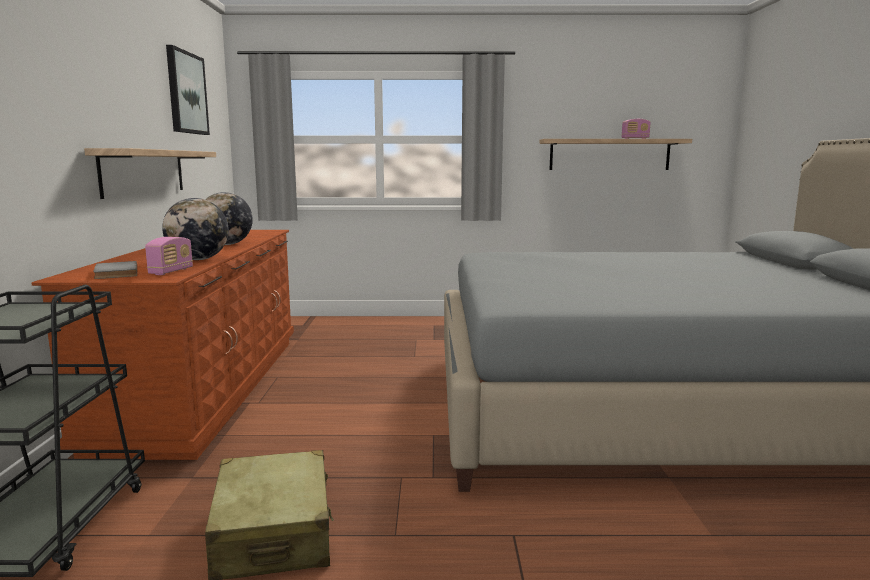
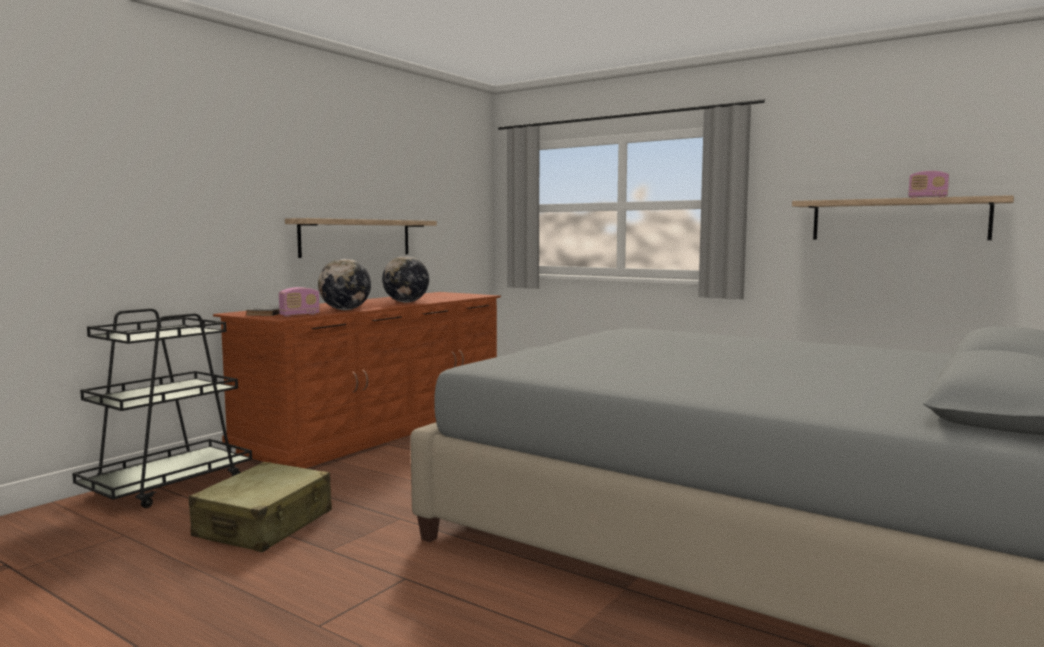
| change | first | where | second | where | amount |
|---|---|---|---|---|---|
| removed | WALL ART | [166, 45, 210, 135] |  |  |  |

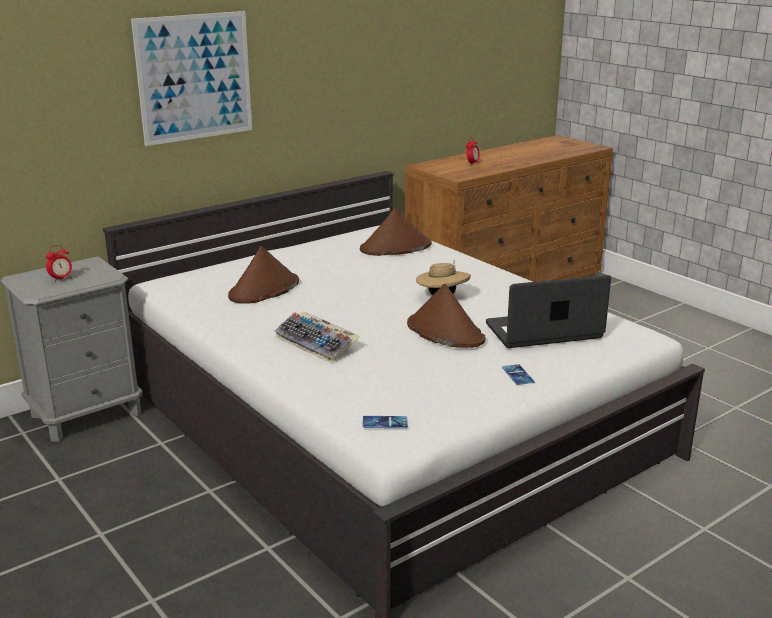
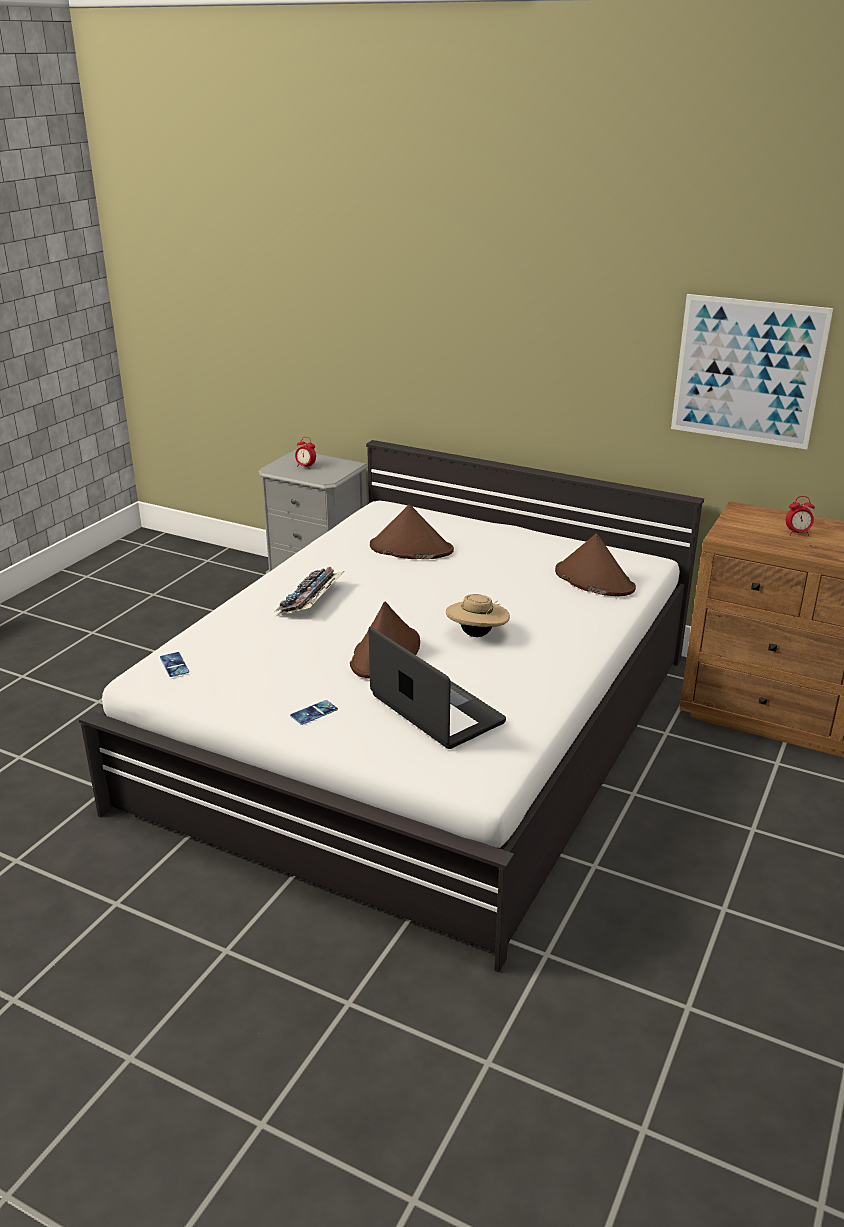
| change | first | where | second | where | amount |
|---|---|---|---|---|---|
| moved | WALL ART | [131, 11, 252, 146] |  | [671, 294, 833, 449] |  |

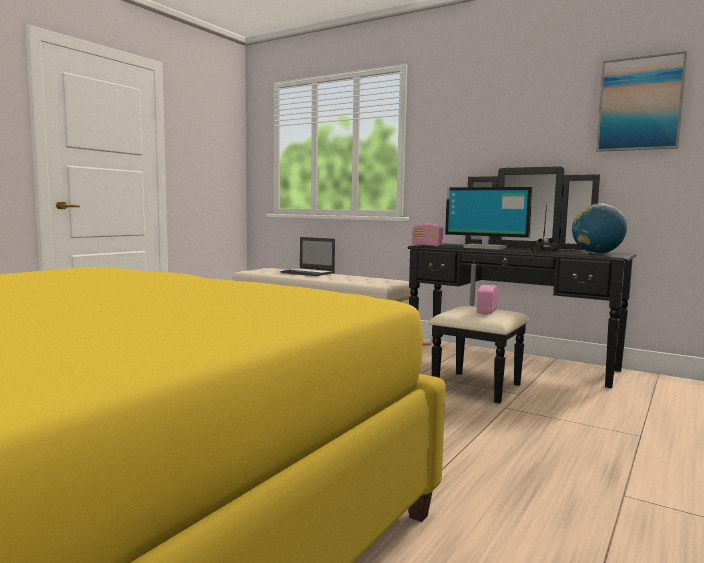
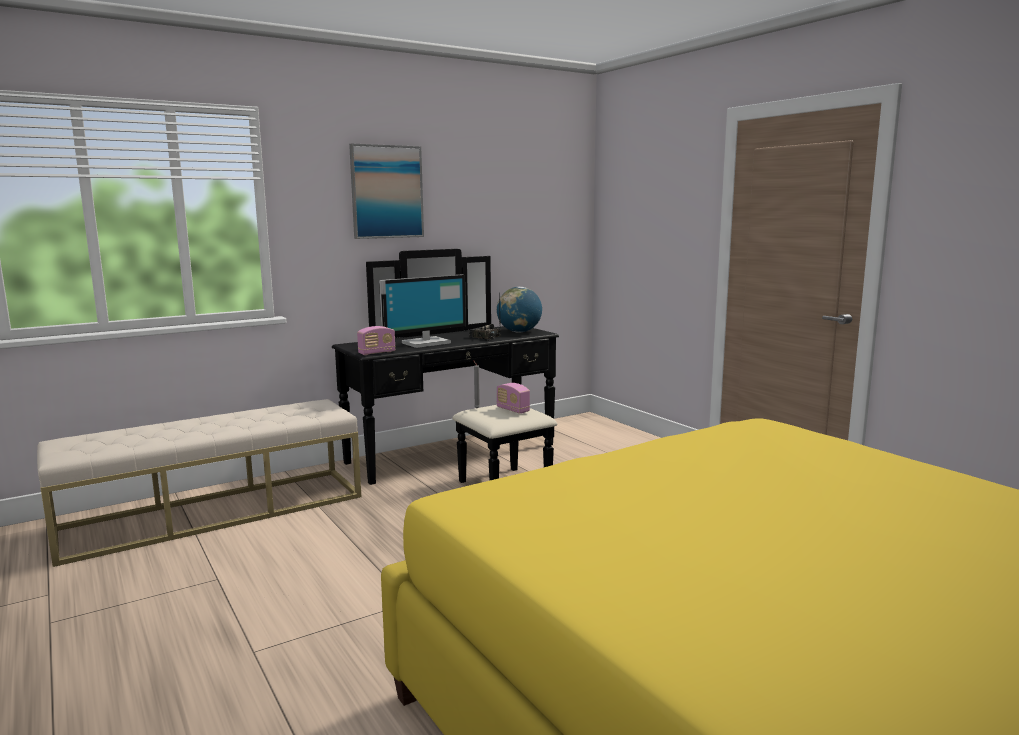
| change | first | where | second | where | amount |
|---|---|---|---|---|---|
| moved | WALL ART | [596, 51, 687, 152] |  | [349, 143, 424, 239] |  |
| removed | LAPTOP | [281, 237, 335, 276] |  |  |  |

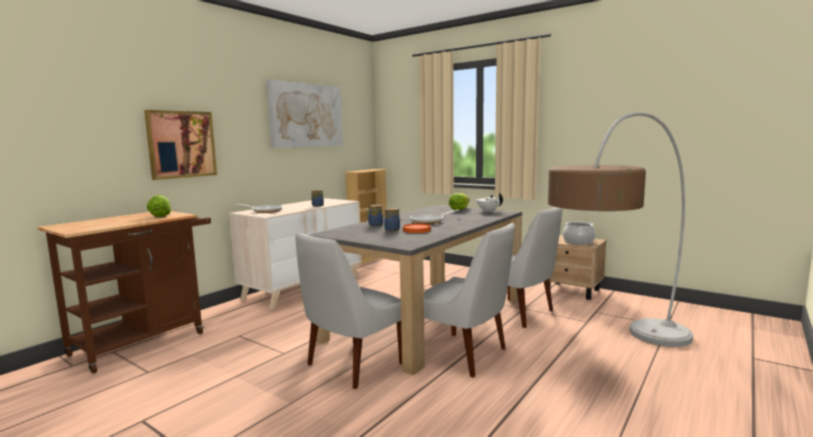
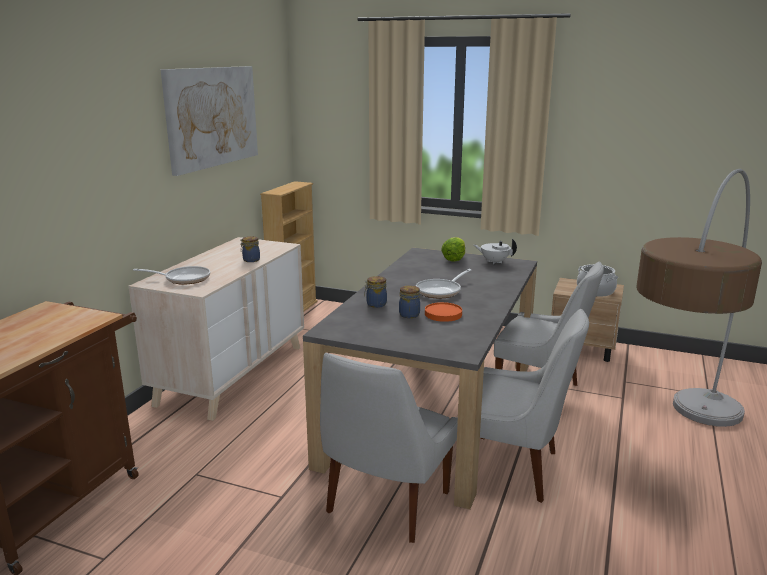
| change | first | where | second | where | amount |
|---|---|---|---|---|---|
| removed | WALL ART | [144, 110, 217, 180] |  |  |  |
| removed | LETTUCE HEAD | [147, 195, 171, 217] |  |  |  |

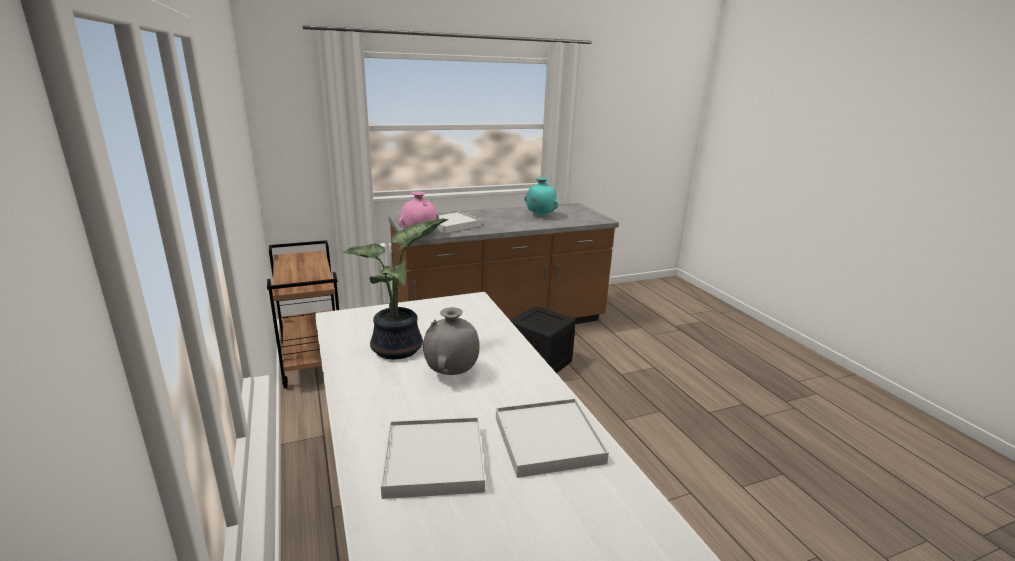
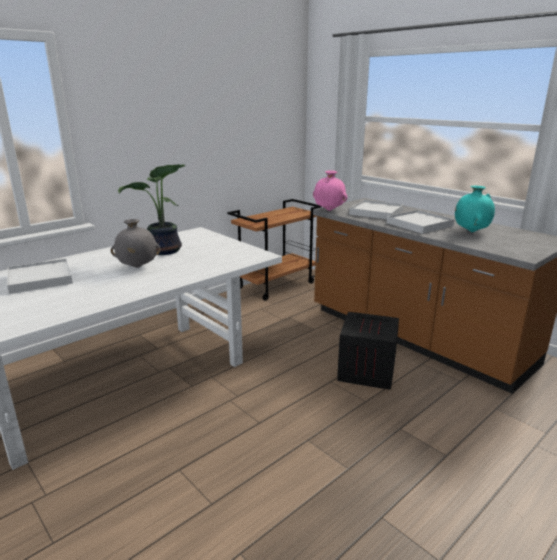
| change | first | where | second | where | amount |
|---|---|---|---|---|---|
| moved | WHITISH SERVING TRAY | [496, 398, 609, 478] |  | [387, 210, 455, 234] |  |

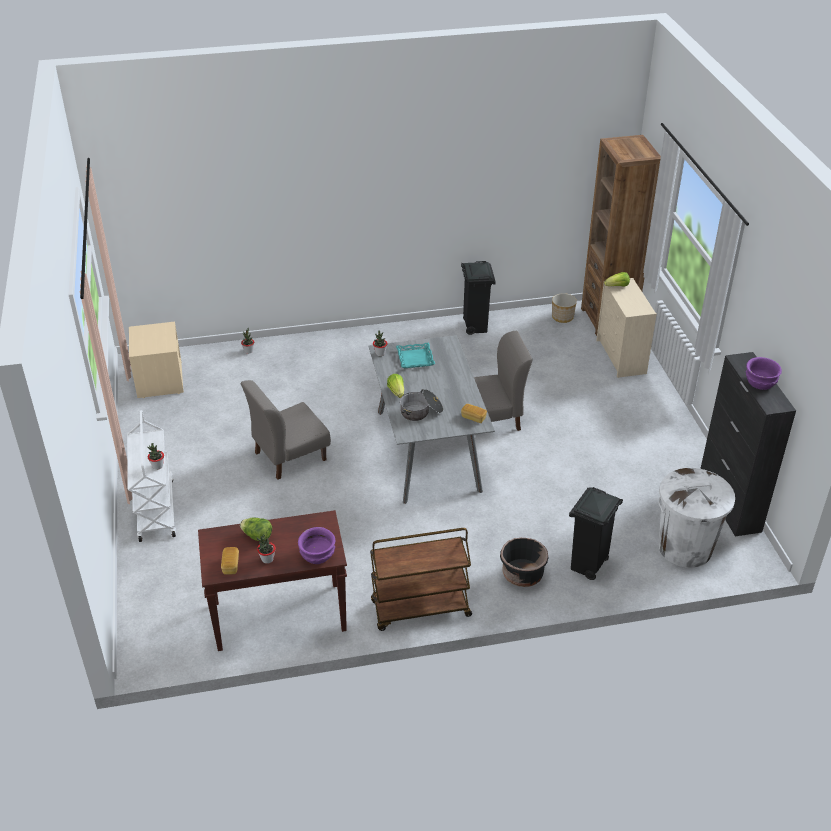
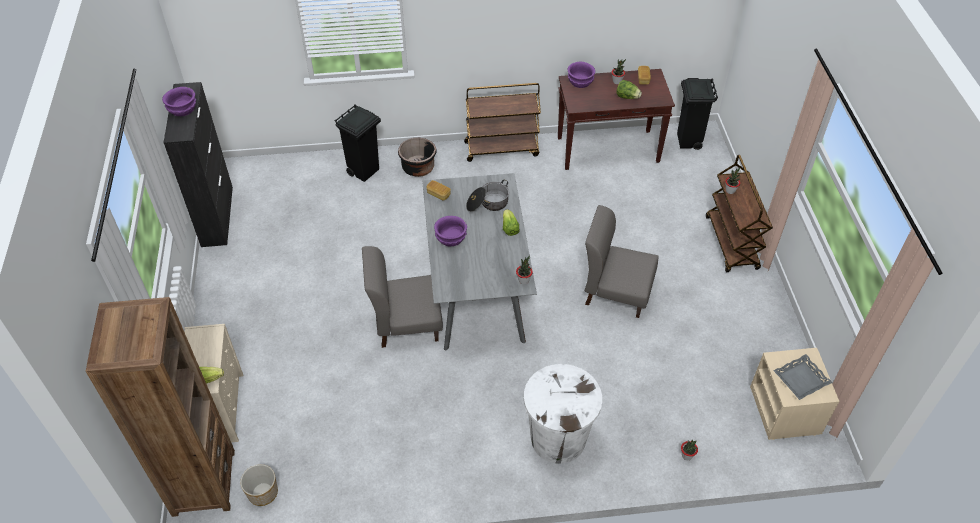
| change | first | where | second | where | amount |
|---|---|---|---|---|---|
| moved | BLACKISH WASTE BIN | [461, 261, 496, 335] |  | [677, 78, 718, 150] |  |
| removed | TURQUOISE SERVING TRAY | [396, 343, 435, 368] |  |  |  |
| turned | GREY CHAIR | [240, 380, 331, 480] |  | [585, 205, 659, 318] | 135 degrees counterclockwise |
| recoloured | WHITISH WHEELED CART | [127, 410, 176, 542] | BROWN-COLOURED WHEELED CART | [706, 155, 773, 272] |  |
| moved | WHITISH WASTE BIN | [659, 468, 735, 568] |  | [524, 364, 602, 464] |  |
| added |  |  | PURPLE BOWL | [434, 216, 467, 246] |  |
| added |  |  | GREY SERVING TRAY | [773, 354, 833, 400] |  |

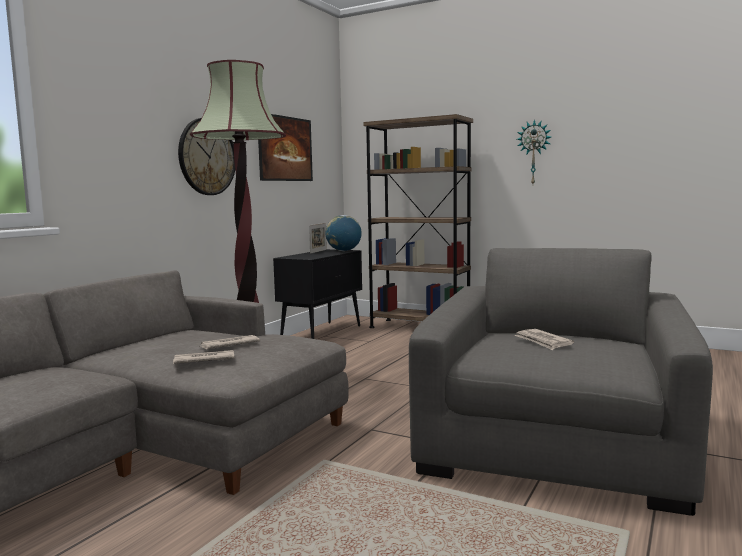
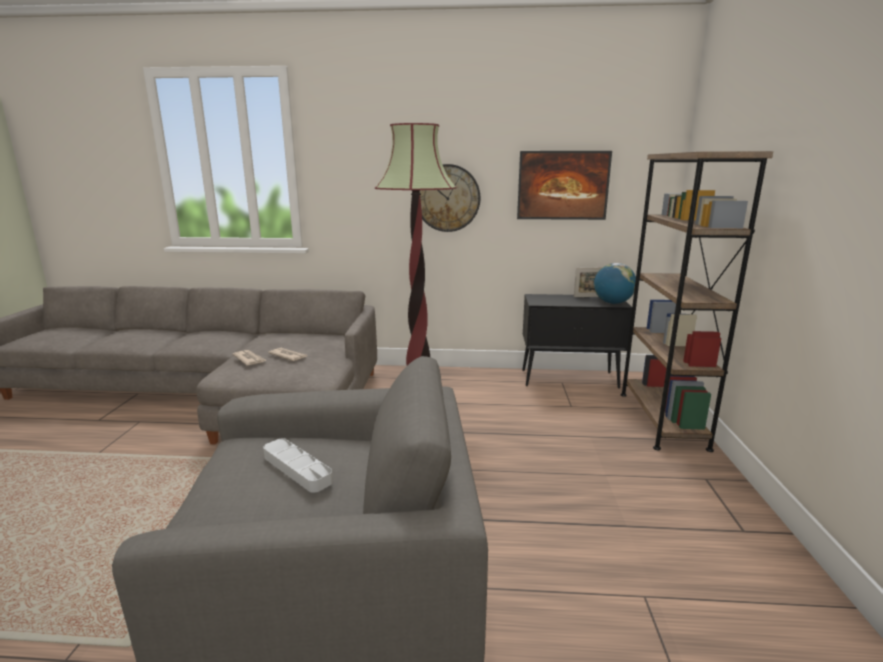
| change | first | where | second | where | amount |
|---|---|---|---|---|---|
| removed | WALL CLOCK | [517, 119, 551, 184] |  |  |  |
| replaced | DAILY PAPER | [514, 329, 574, 350] | GREY SERVING TRAY | [263, 438, 333, 493] |  |

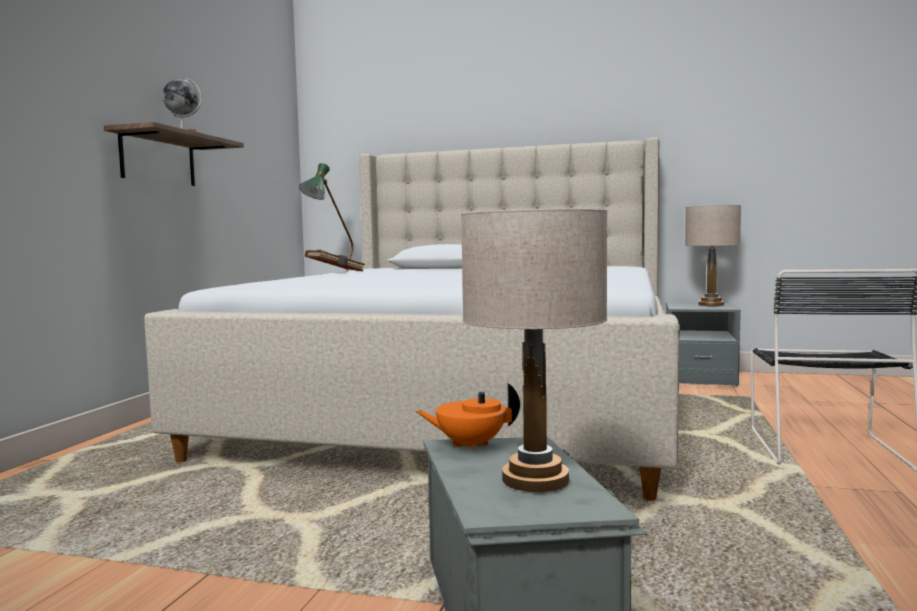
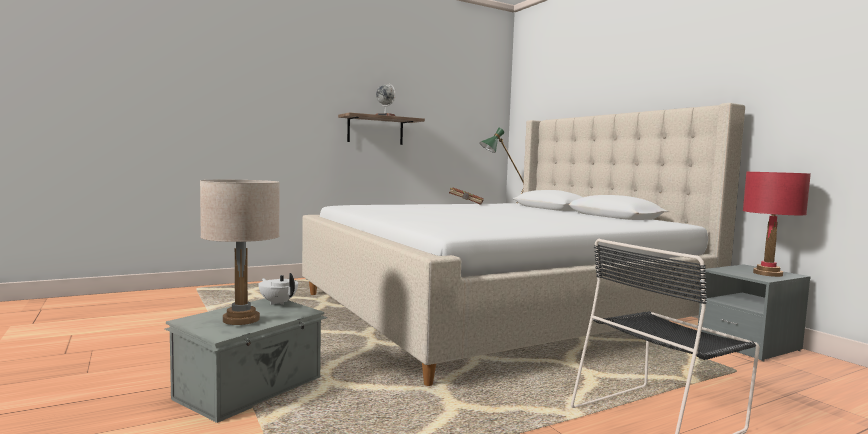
| change | first | where | second | where | amount |
|---|---|---|---|---|---|
| recoloured | BEIGE TABLE LAMP | [685, 205, 741, 306] | RED-COLOURED TABLE LAMP | [743, 172, 811, 277] |  |
| recoloured | ORANGEY TEA POT | [416, 383, 520, 451] | WHITISH TEA POT | [258, 273, 298, 305] |  |

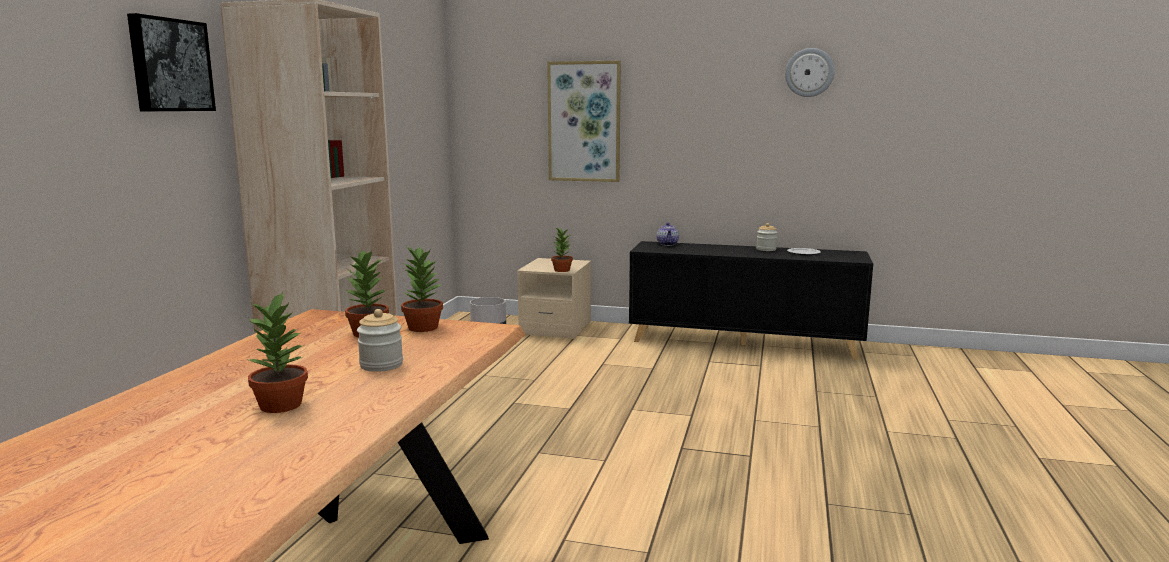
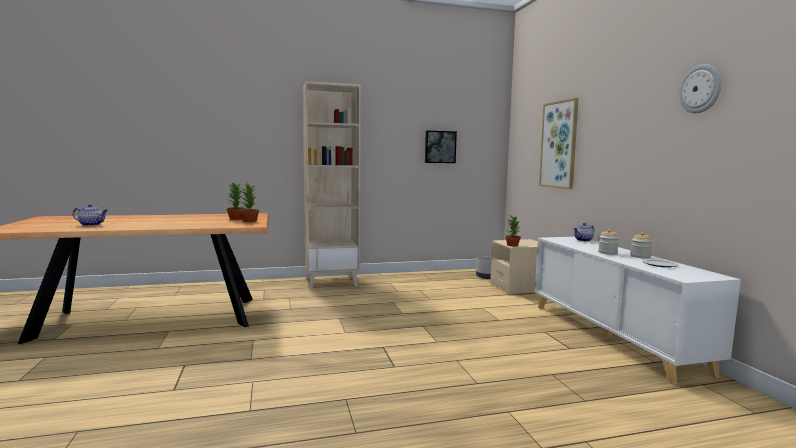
| change | first | where | second | where | amount |
|---|---|---|---|---|---|
| moved | WALL ART | [127, 13, 216, 111] |  | [425, 131, 457, 163] |  |
| recoloured | BLACKISH STORAGE CABINET | [629, 241, 873, 360] | WHITISH STORAGE CABINET | [535, 237, 741, 384] |  |
| removed | POTTED PLANT | [246, 292, 308, 413] |  |  |  |
| moved | JAR | [357, 309, 403, 372] |  | [598, 229, 619, 255] |  |
| added |  |  | TEA POT | [73, 204, 108, 226] |  |

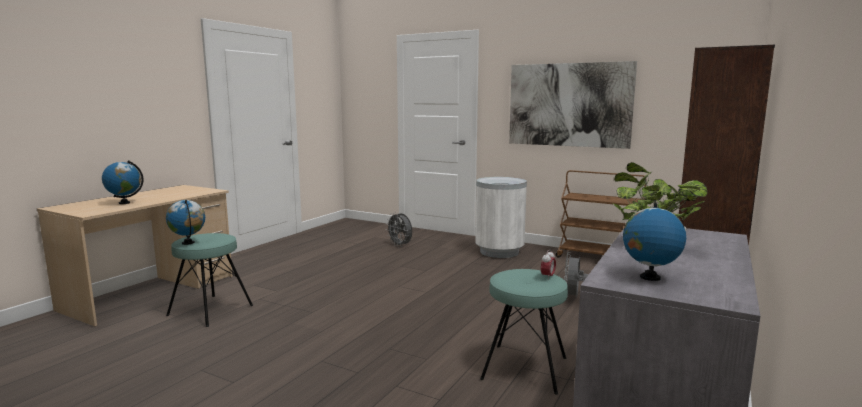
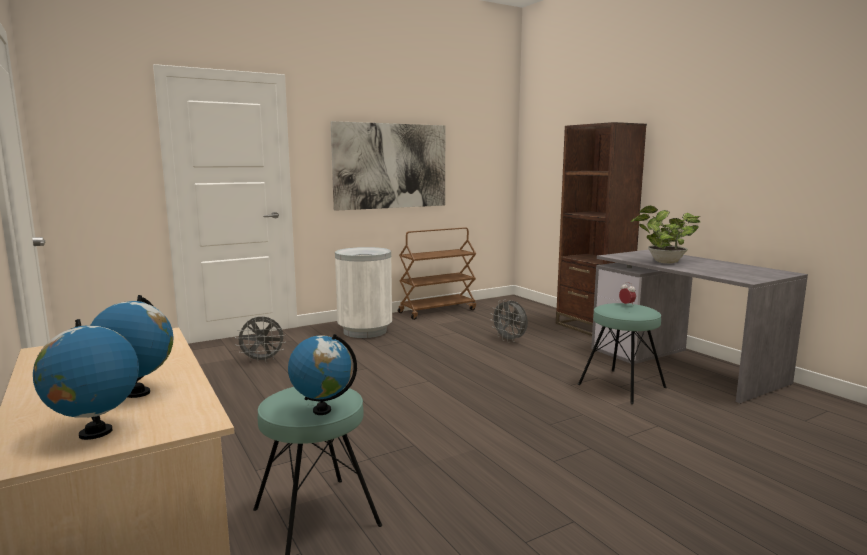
| change | first | where | second | where | amount |
|---|---|---|---|---|---|
| moved | GLOBE | [623, 203, 686, 281] |  | [33, 319, 139, 440] |  |

